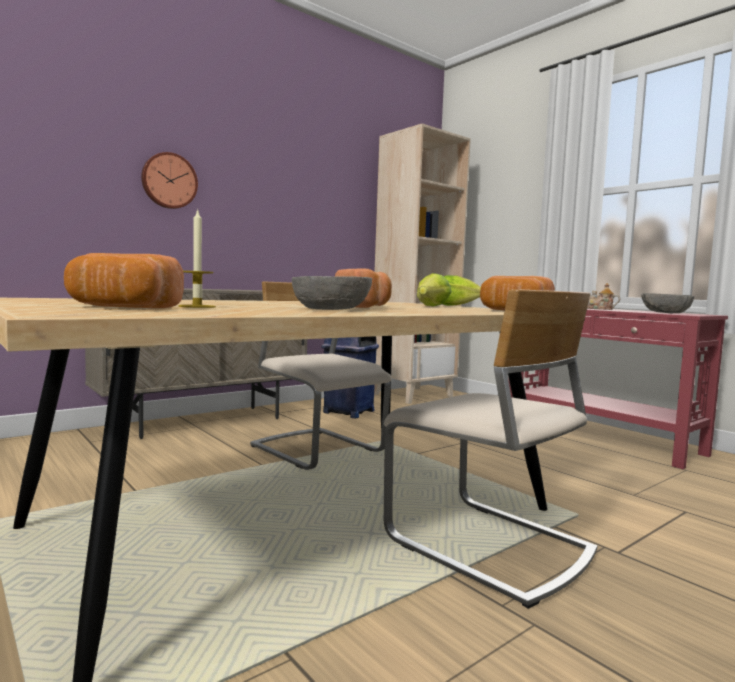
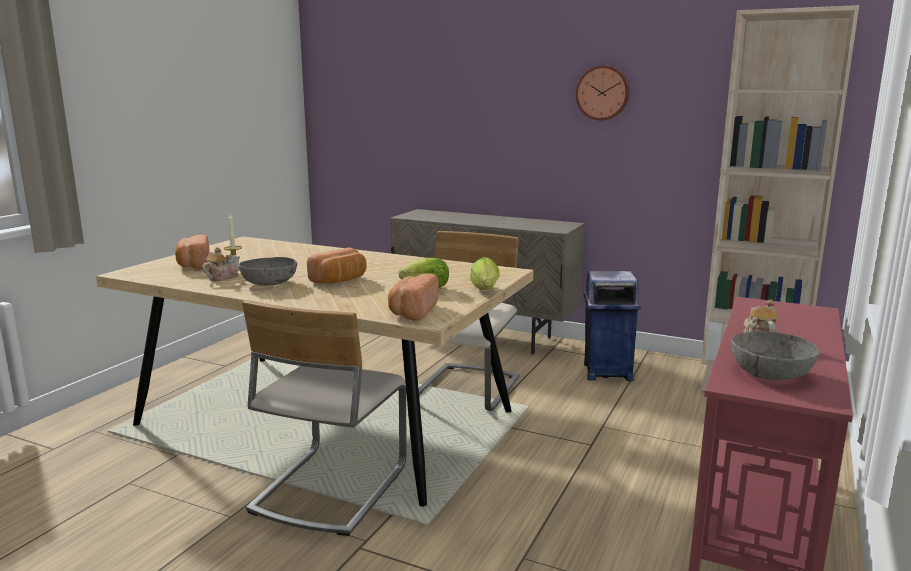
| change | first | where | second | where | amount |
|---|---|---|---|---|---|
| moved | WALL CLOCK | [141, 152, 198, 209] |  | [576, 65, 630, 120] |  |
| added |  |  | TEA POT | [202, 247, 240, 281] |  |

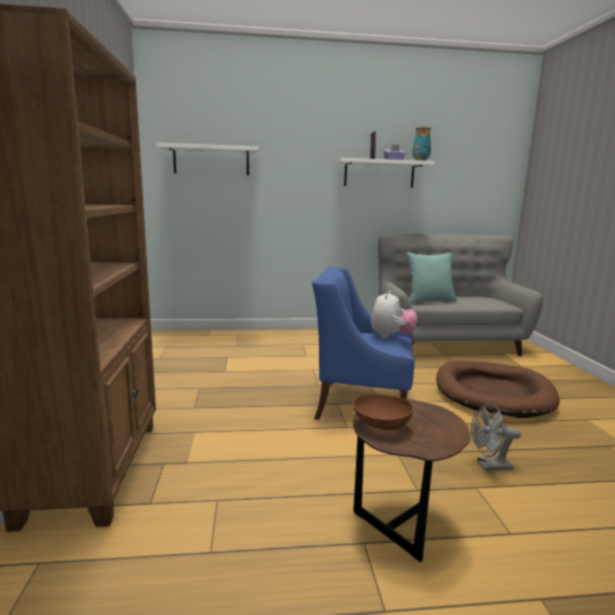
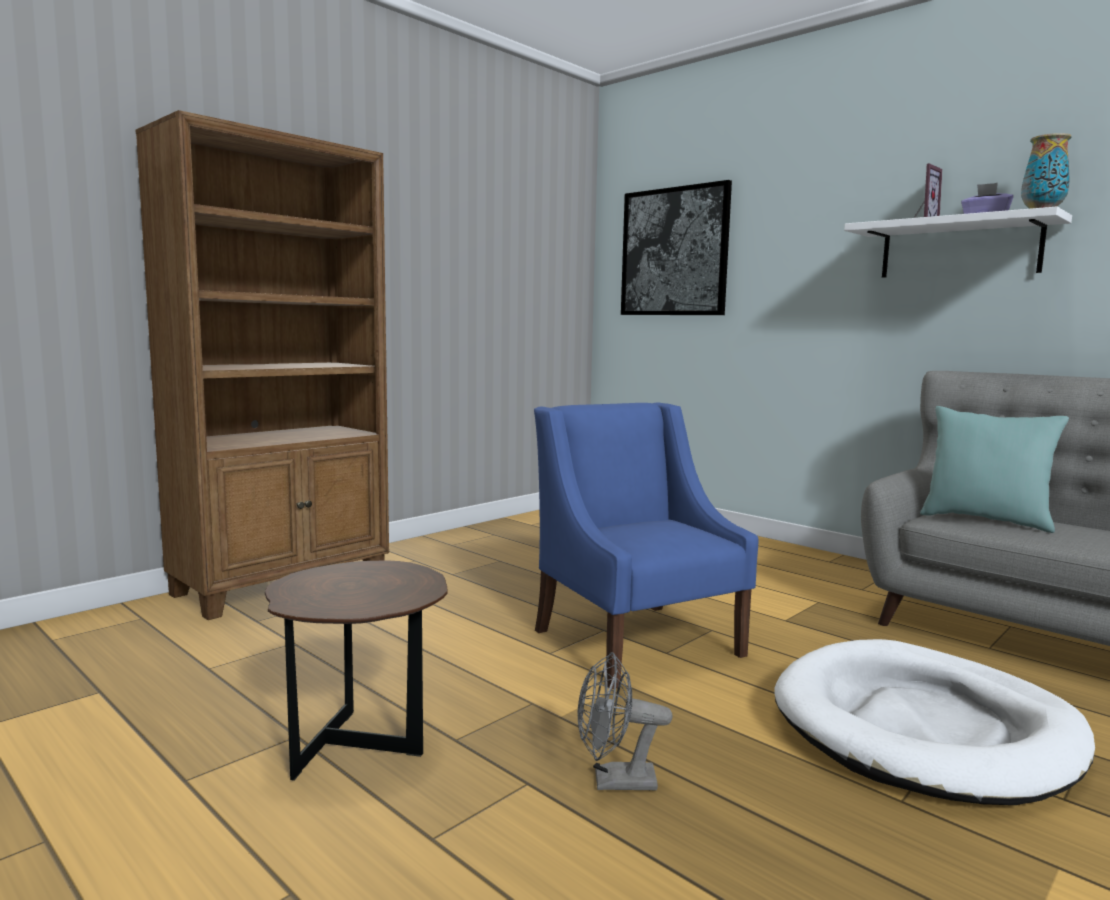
| change | first | where | second | where | amount |
|---|---|---|---|---|---|
| replaced | WHITISH BRACKET SHELF | [156, 143, 259, 176] | WALL ART | [621, 180, 732, 315] |  |
| removed | CUDDLY TOY | [371, 291, 417, 339] |  |  |  |
| recoloured | BROWN-COLOURED DOG CUSHION | [436, 361, 560, 418] | WHITISH DOG CUSHION | [775, 639, 1095, 805] |  |
| removed | BROWN-COLOURED BOWL | [353, 394, 413, 430] |  |  |  |
| turned | GREY FAN | [471, 403, 521, 471] |  | [578, 652, 673, 790] | 45 degrees counterclockwise |

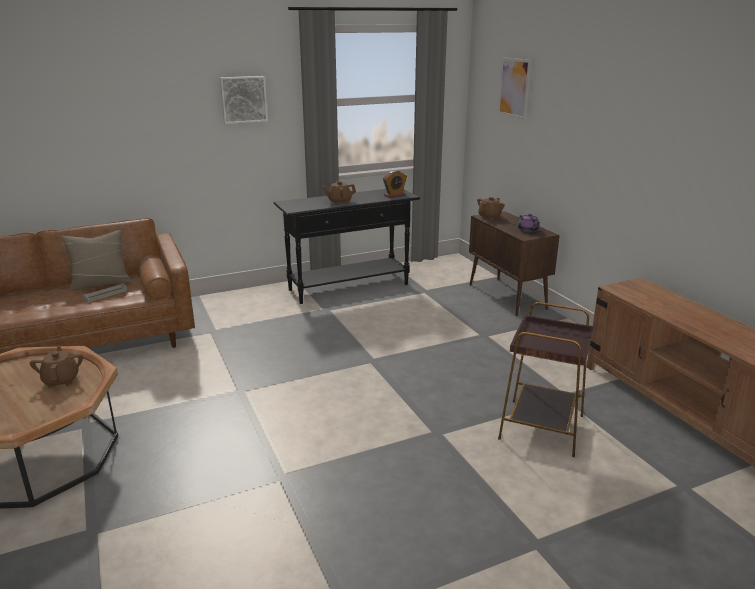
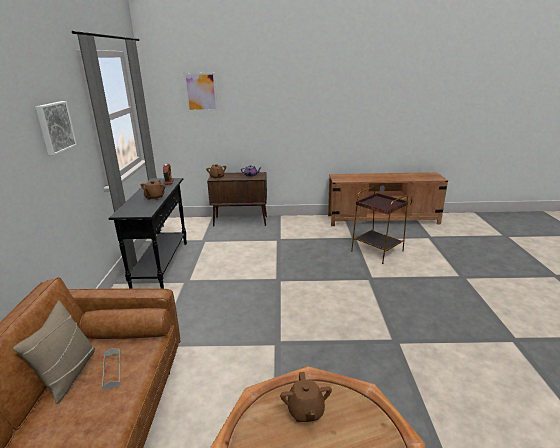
| change | first | where | second | where | amount |
|---|---|---|---|---|---|
| turned | BROWN-COLOURED TEA POT | [30, 346, 83, 388] |  | [280, 372, 332, 422] | 105 degrees counterclockwise |

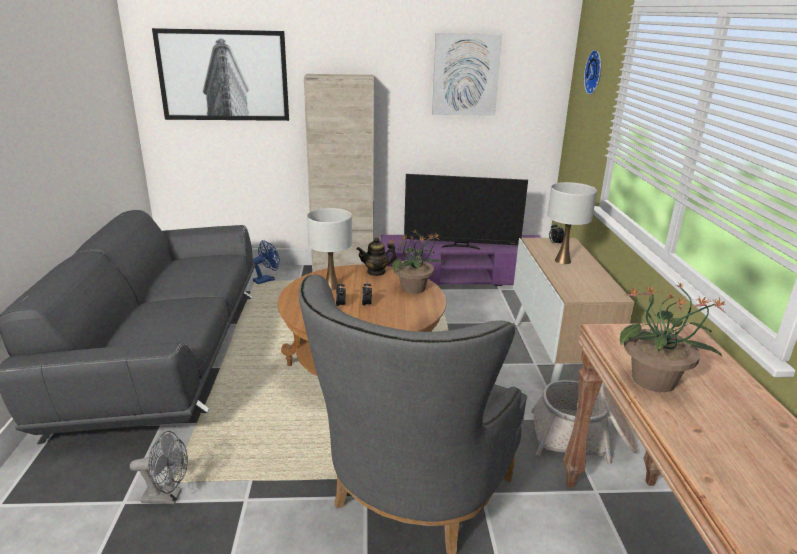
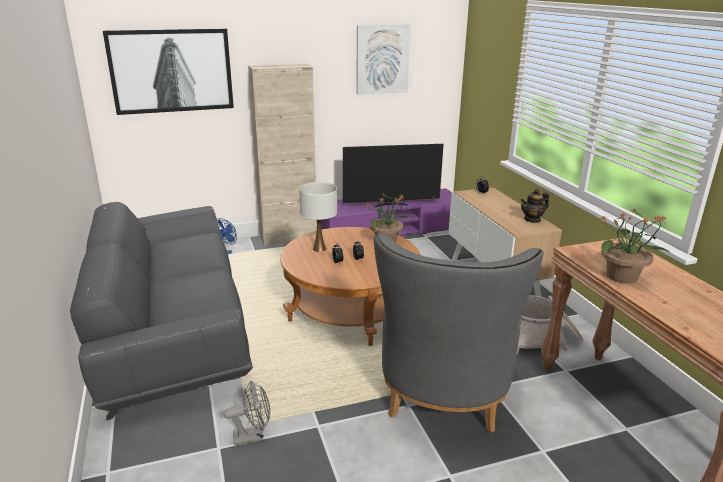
| change | first | where | second | where | amount |
|---|---|---|---|---|---|
| removed | WALL CLOCK | [584, 50, 601, 95] |  |  |  |
| removed | WHITISH TABLE LAMP | [547, 182, 597, 264] |  |  |  |
| moved | TEA POT | [357, 237, 397, 276] |  | [521, 189, 549, 223] |  |

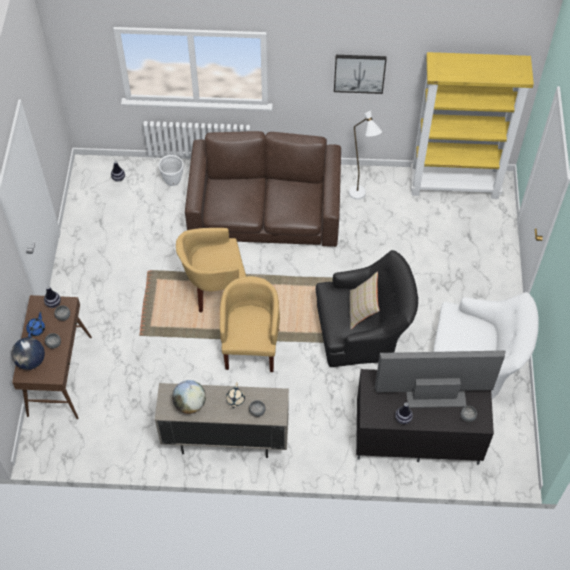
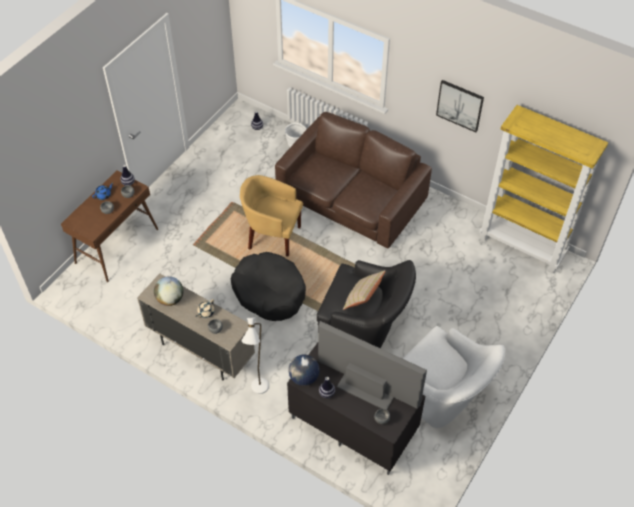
| change | first | where | second | where | amount |
|---|---|---|---|---|---|
| moved | WHITISH STANDARD LAMP | [349, 111, 382, 199] |  | [241, 318, 269, 394] |  |
| replaced | YELLOWISH LOUNGE CHAIR | [220, 276, 280, 372] | BLACKISH DOG CUSHION | [231, 252, 306, 321] |  |
| moved | GLOBE | [11, 337, 45, 370] |  | [288, 354, 320, 386] |  |

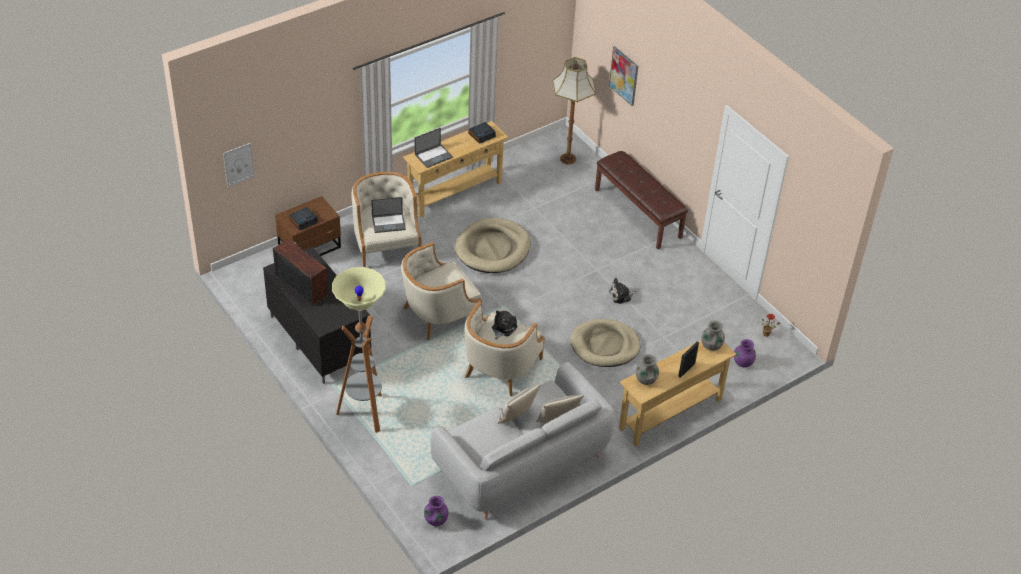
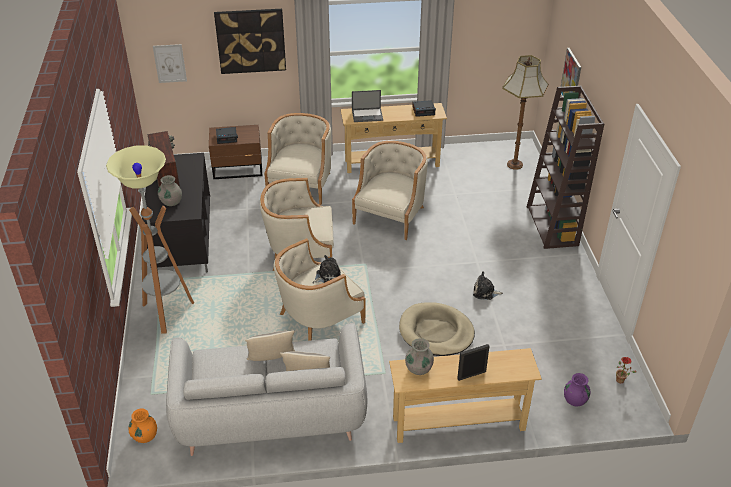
| change | first | where | second | where | amount |
|---|---|---|---|---|---|
| replaced | BROWN-COLOURED INDOOR BENCH | [595, 151, 688, 249] | BROWN-COLOURED BOOKSHELF | [527, 86, 604, 249] |  |
| removed | LAPTOP | [371, 197, 406, 233] |  |  |  |
| replaced | BEIGE DOG CUSHION | [455, 218, 531, 273] | BEIGE LOUNGE CHAIR | [352, 141, 428, 240] |  |
| moved | GREY VASE | [701, 321, 725, 351] |  | [158, 175, 182, 206] |  |
| recoloured | PURPLE VASE | [424, 496, 449, 526] | ORANGEY VASE | [129, 409, 157, 443] |  |
| added |  |  | WALL ART | [214, 9, 286, 74] |  |

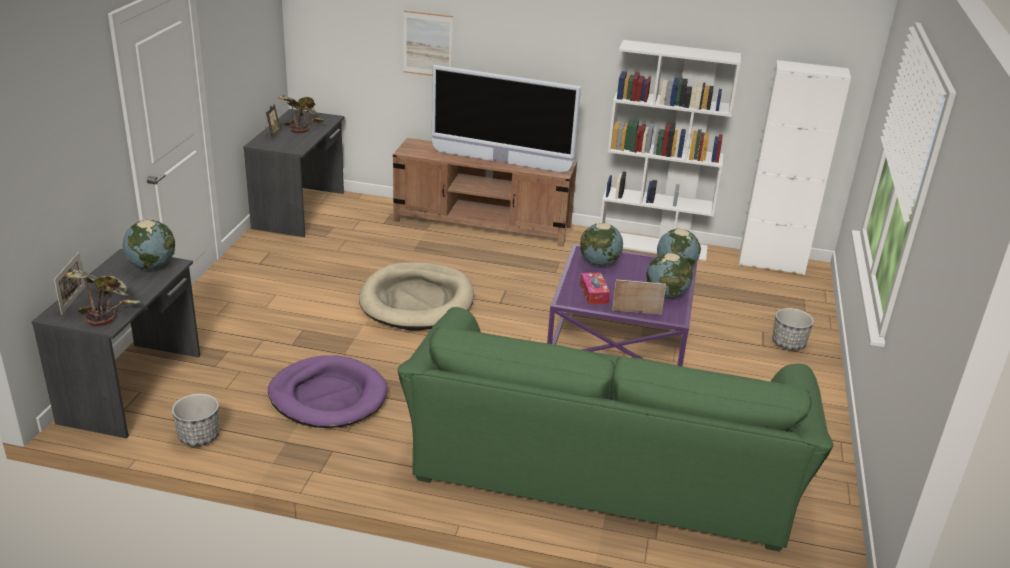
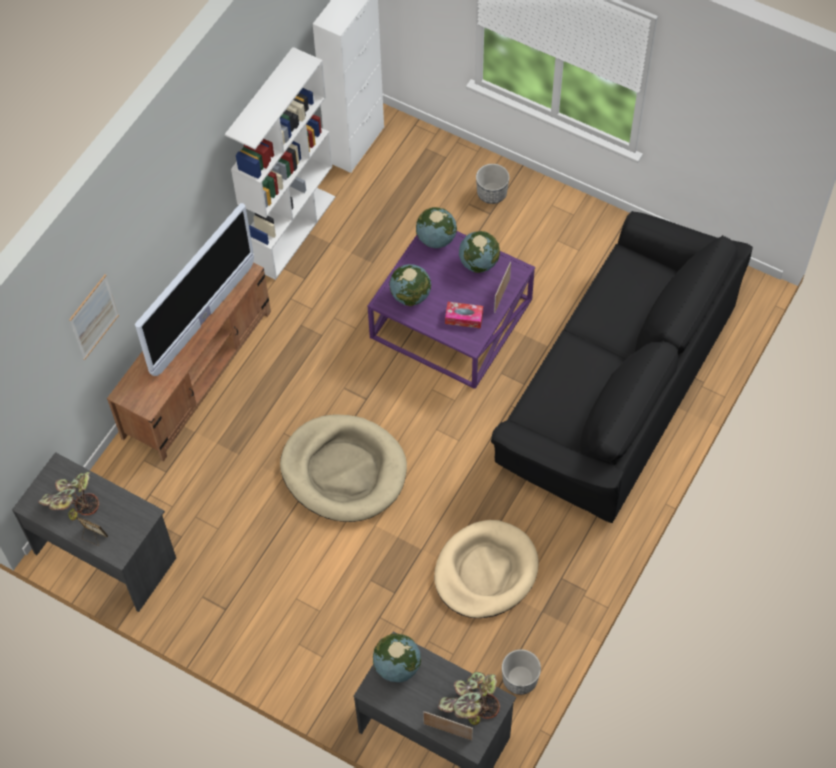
| change | first | where | second | where | amount |
|---|---|---|---|---|---|
| recoloured | GREEN SETTEE | [397, 307, 833, 552] | BLACKISH SETTEE | [491, 211, 753, 523] |  |
| recoloured | PURPLE DOG CUSHION | [268, 355, 388, 428] | BEIGE DOG CUSHION | [434, 520, 539, 618] |  |

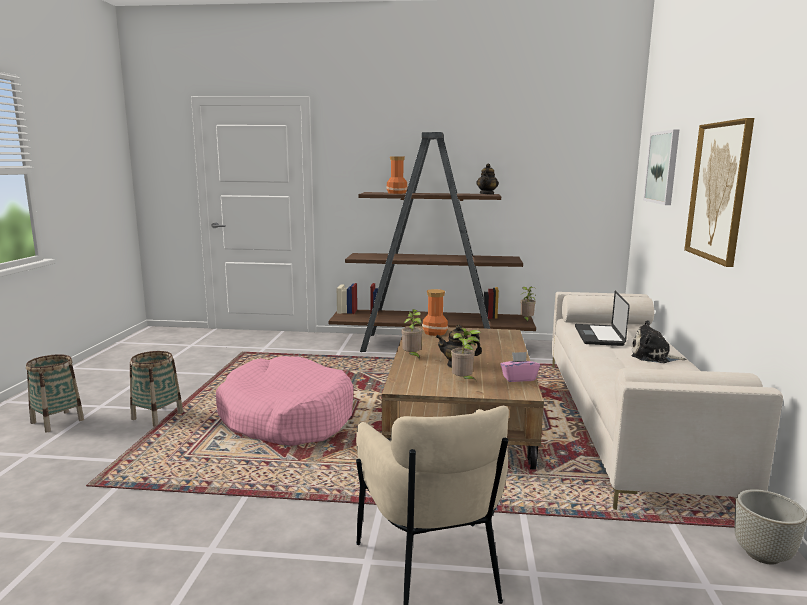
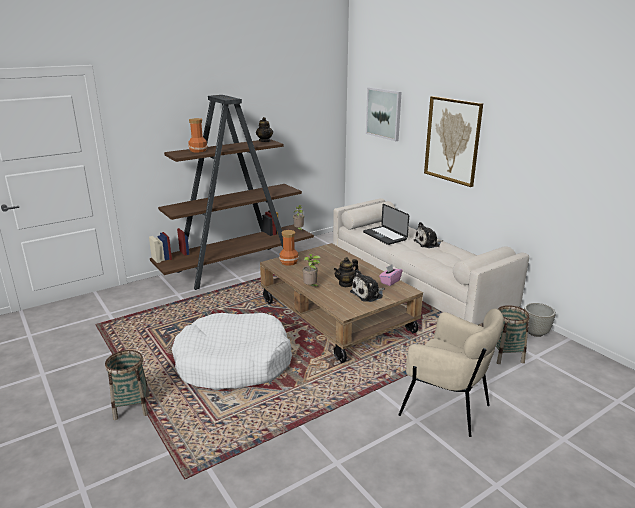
| change | first | where | second | where | amount |
|---|---|---|---|---|---|
| replaced | POTTED PLANT | [451, 328, 481, 379] | CUDDLY TOY | [350, 270, 385, 302] |  |
| moved | HOUSEHOLD BASKET | [26, 354, 84, 432] |  | [496, 305, 529, 364] |  |
| recoloured | PINK-COLOURED DOG CUSHION | [216, 356, 354, 446] | WHITISH DOG CUSHION | [172, 313, 292, 390] |  |

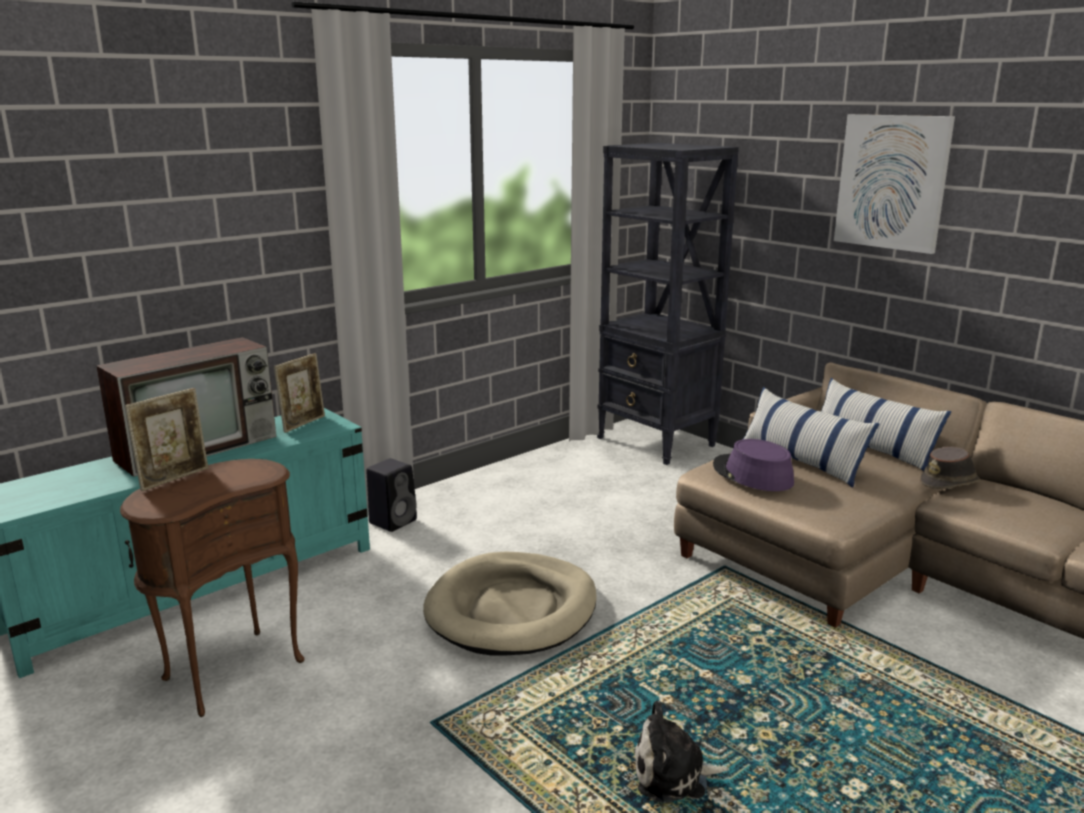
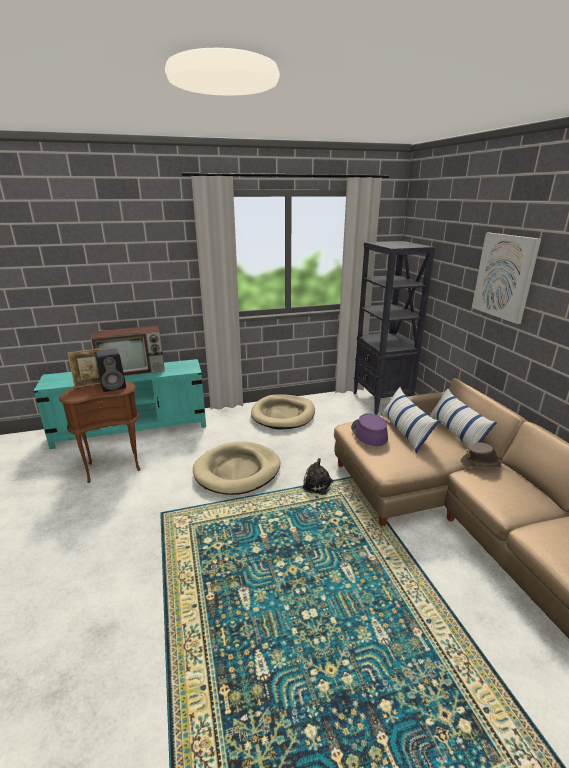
| change | first | where | second | where | amount |
|---|---|---|---|---|---|
| removed | PICTURE FRAME | [274, 353, 325, 433] |  |  |  |
| moved | BLACKISH AUDIO SPEAKER | [366, 458, 417, 532] |  | [95, 348, 126, 392] |  |
| moved | CUDDLY TOY | [634, 701, 730, 803] |  | [302, 458, 341, 495] |  |
| added |  |  | BEIGE DOG CUSHION | [251, 394, 315, 430] |  |

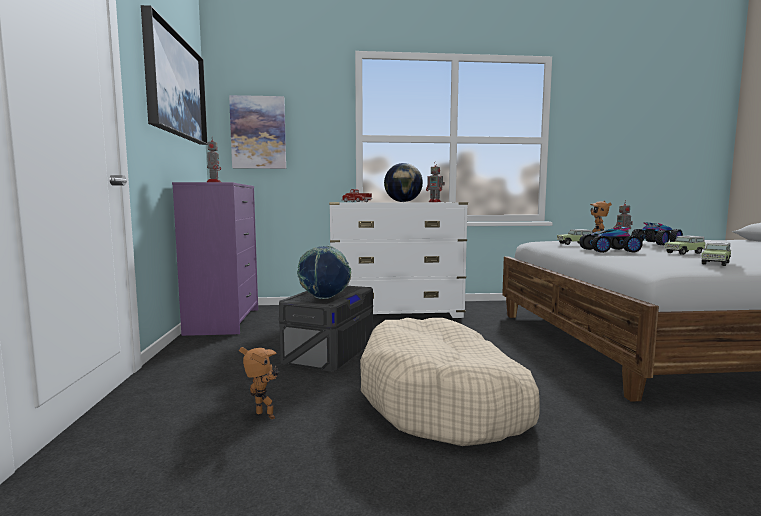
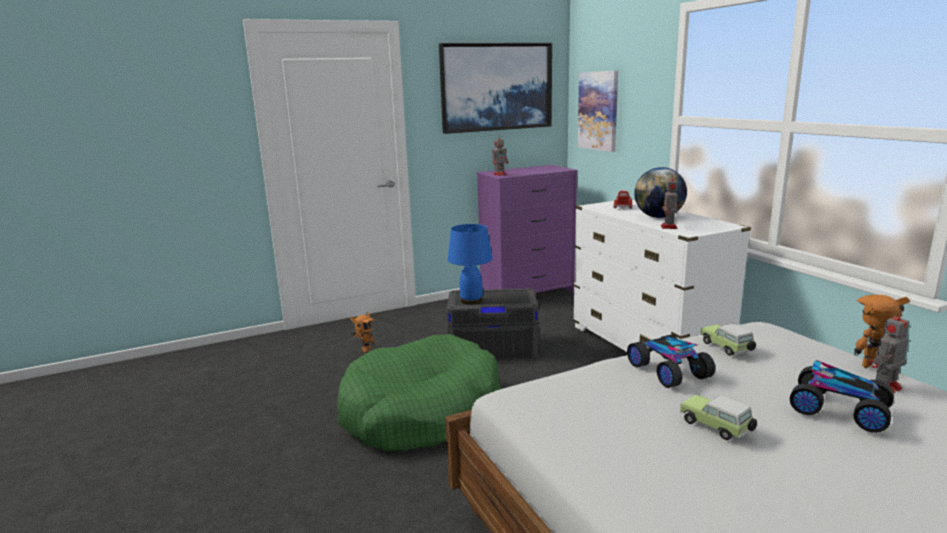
| change | first | where | second | where | amount |
|---|---|---|---|---|---|
| removed | MODEL CAR | [702, 242, 731, 266] |  |  |  |
| replaced | GLOBE | [297, 246, 351, 299] | BLUISH TABLE LAMP | [448, 224, 493, 305] |  |
| recoloured | BEIGE DOG CUSHION | [360, 318, 540, 446] | GREEN DOG CUSHION | [337, 334, 501, 452] |  |

